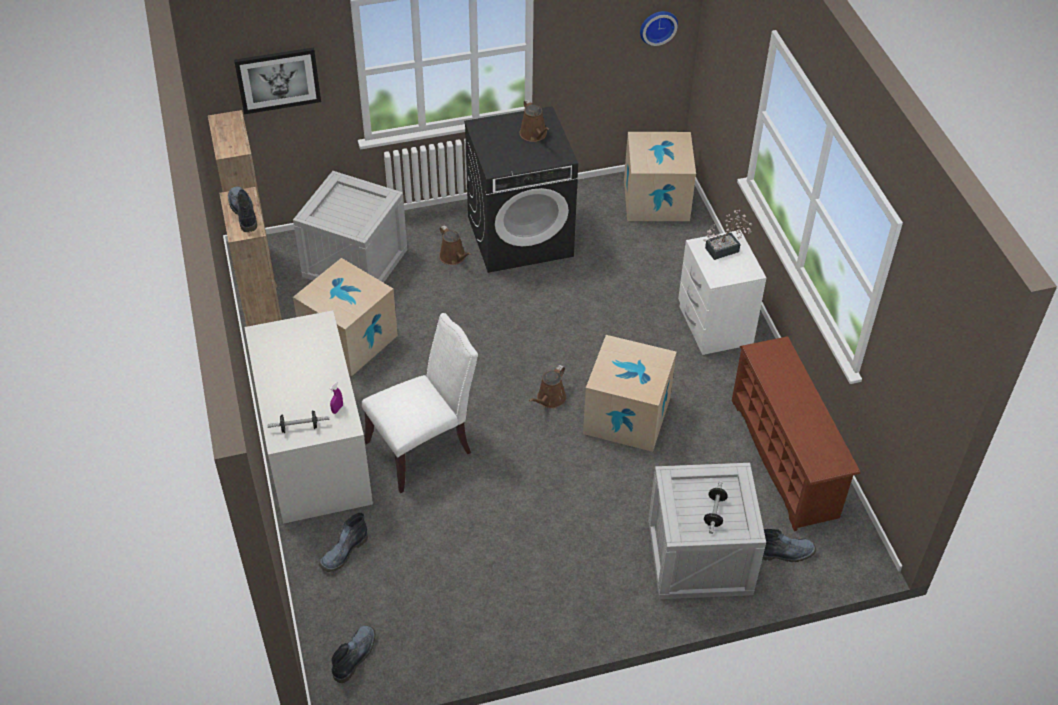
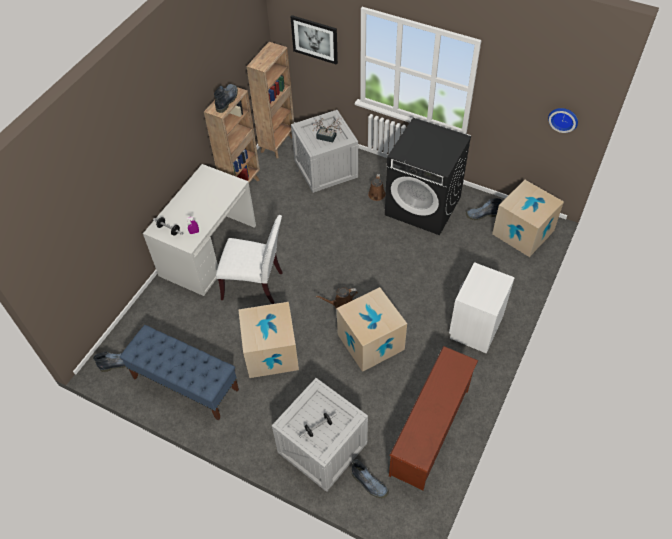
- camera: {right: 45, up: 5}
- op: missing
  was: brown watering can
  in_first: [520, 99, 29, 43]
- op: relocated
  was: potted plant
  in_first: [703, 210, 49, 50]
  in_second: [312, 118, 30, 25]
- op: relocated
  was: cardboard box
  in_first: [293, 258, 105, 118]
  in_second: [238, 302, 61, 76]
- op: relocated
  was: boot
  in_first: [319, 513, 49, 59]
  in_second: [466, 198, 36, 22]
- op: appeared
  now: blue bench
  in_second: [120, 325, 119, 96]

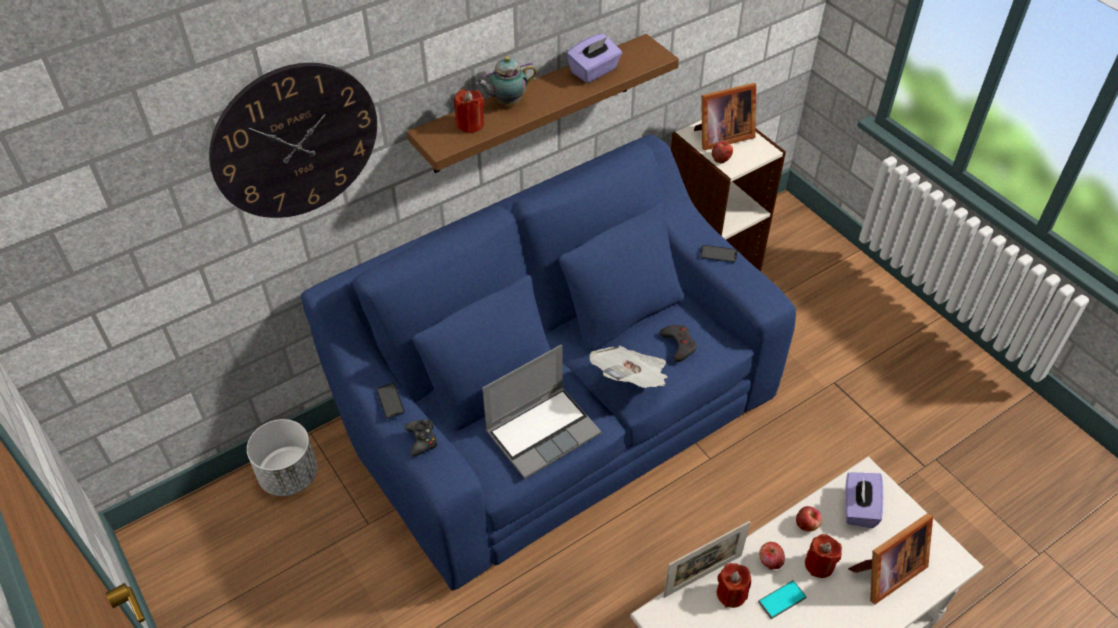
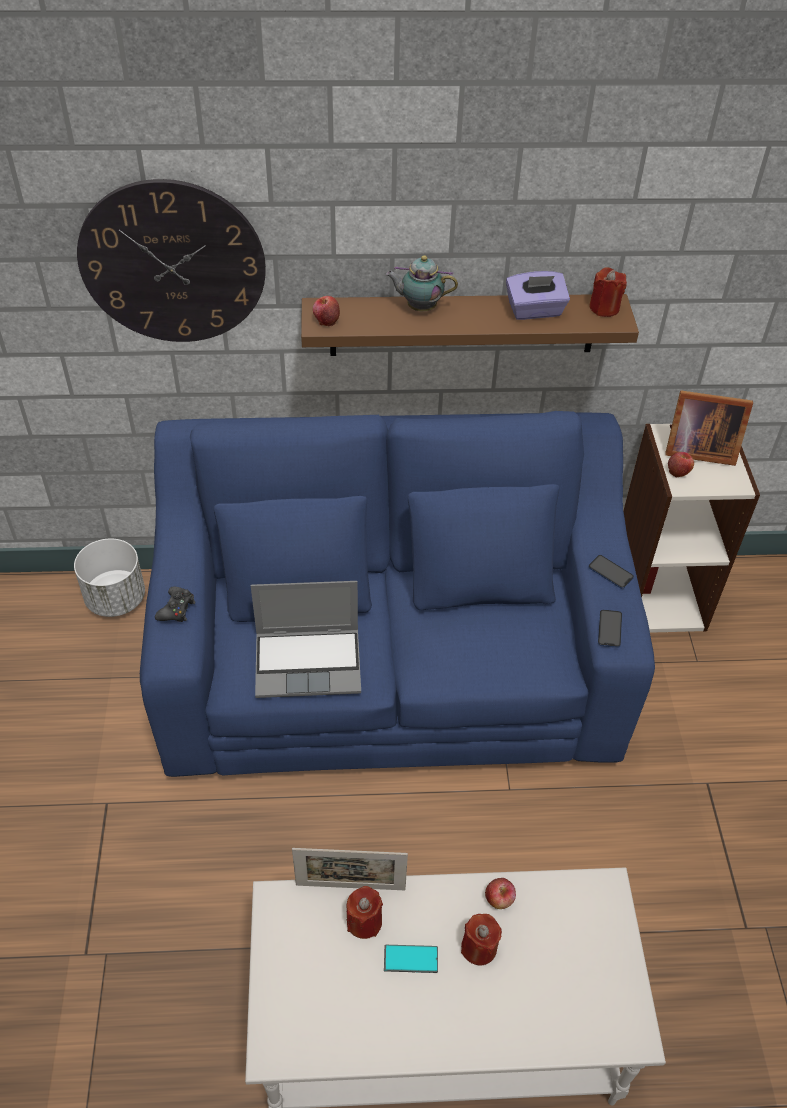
- camera: {right: 30, up: 0}
- op: relocated
  was: red candle
  in_first: [454, 89, 30, 44]
  in_second: [589, 267, 38, 50]
- op: missing
  was: grey game controller
  in_first: [660, 325, 37, 37]
- op: missing
  was: newspaper
  in_first: [590, 346, 78, 42]
- op: relocated
  was: phone
  in_first: [376, 383, 29, 36]
  in_second: [598, 610, 24, 38]
- op: missing
  was: purple tissue box
  in_first: [845, 472, 38, 56]
- op: missing
  was: picture frame
  in_first: [848, 513, 85, 91]
- op: relocated
  was: apple
  in_first: [759, 542, 26, 28]
  in_second: [313, 296, 27, 30]

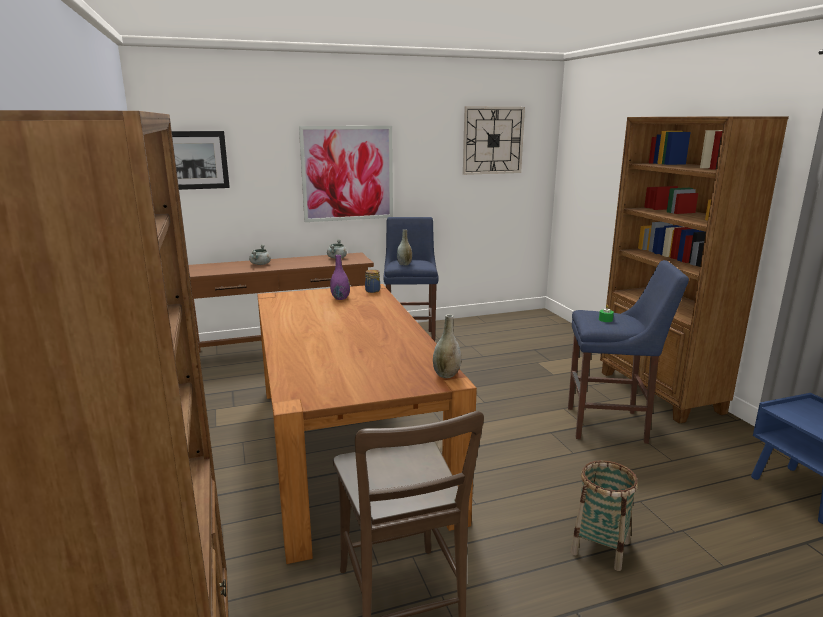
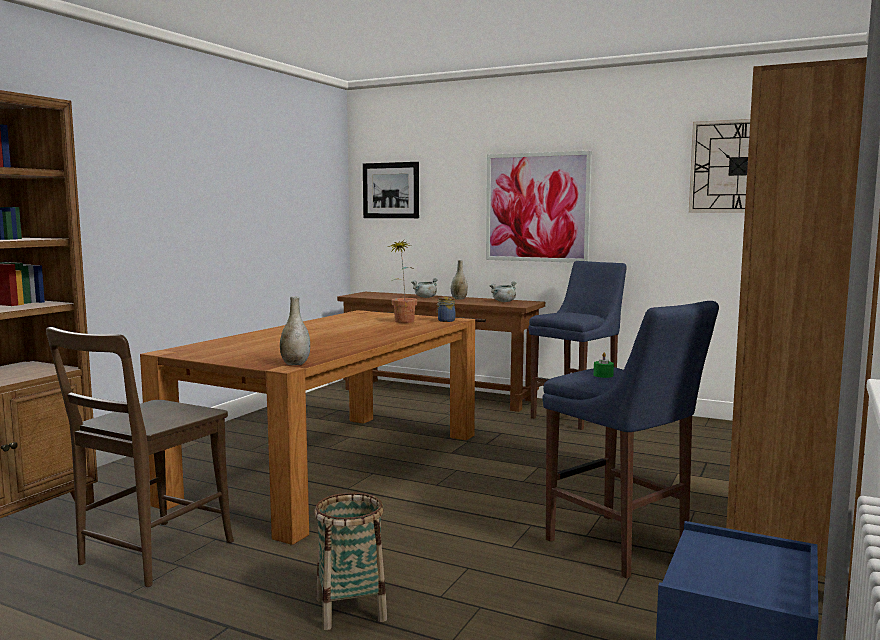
- camera: {right: 45, up: -10}
- op: relocated
  was: grey vase
  in_first: [397, 229, 15, 36]
  in_second: [451, 260, 17, 40]
- op: exchanged
  was: purple vase
  now: potted plant
  in_first: [330, 255, 20, 45]
  in_second: [389, 240, 28, 83]

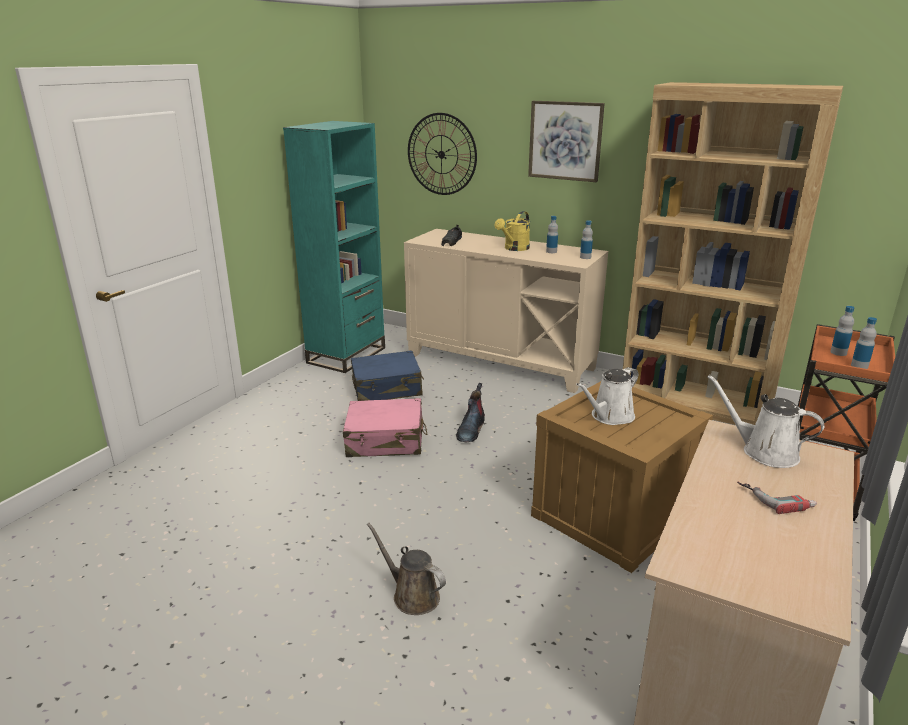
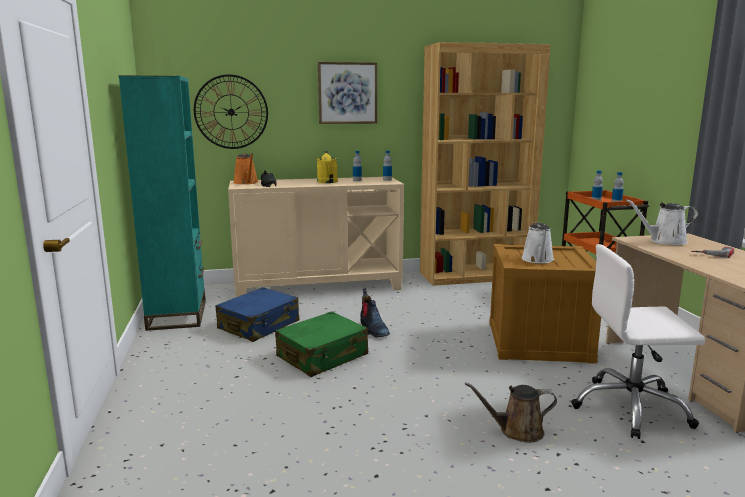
- camera: {right: -40, up: -10}
- op: colour
  was: pink suitcase
  now: green suitcase
  in_first: [343, 398, 84, 59]
  in_second: [275, 311, 93, 66]
- op: appeared
  now: orange watering can
  in_second: [233, 153, 25, 31]
- op: appeared
  now: white office chair
  in_second: [571, 244, 134, 195]

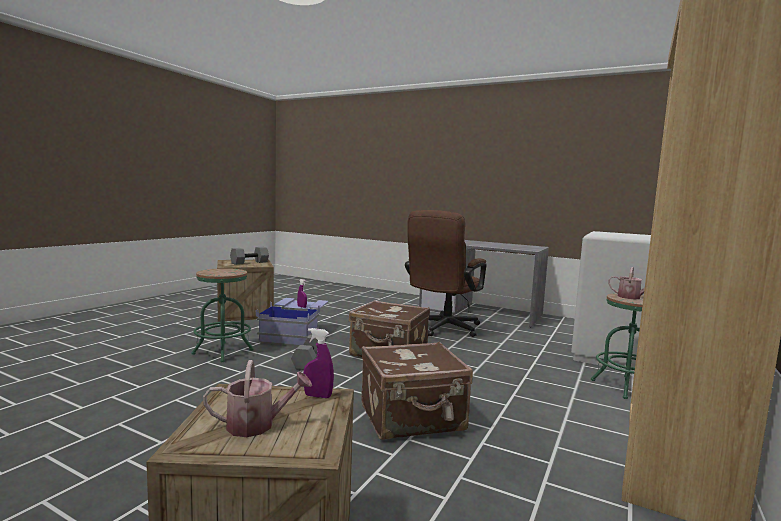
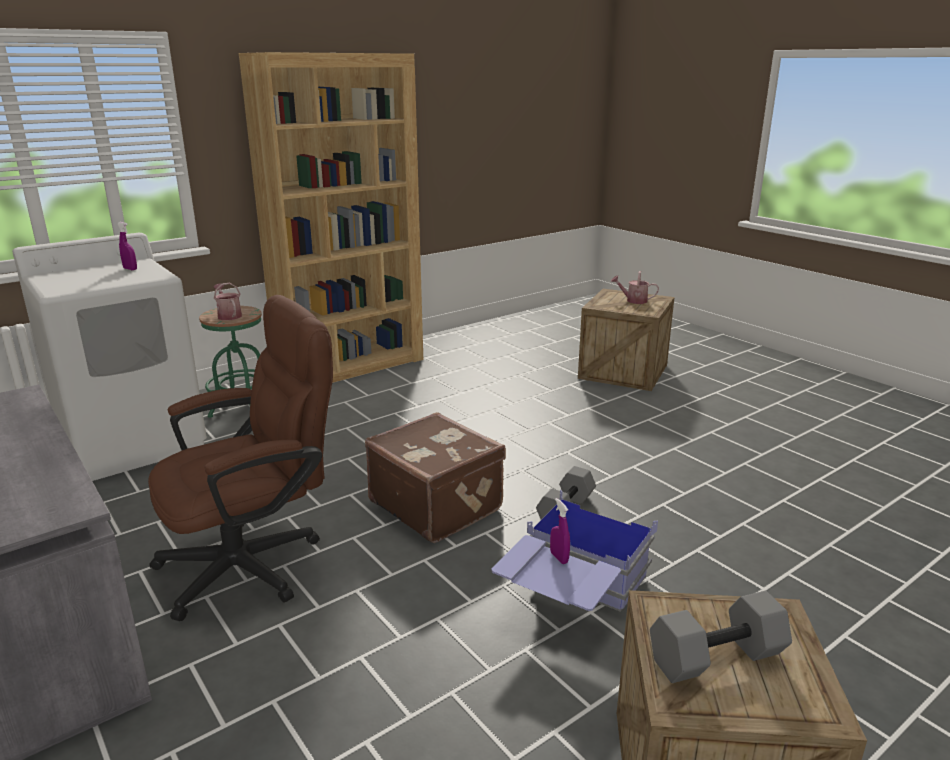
- camera: {right: -155, up: 15}
- op: missing
  was: green stool
  in_first: [191, 268, 63, 94]
- op: relocated
  was: purple spray bottle
  in_first: [303, 328, 31, 70]
  in_second: [118, 222, 19, 48]
- op: missing
  was: brown suitcase
  in_first: [362, 342, 111, 98]

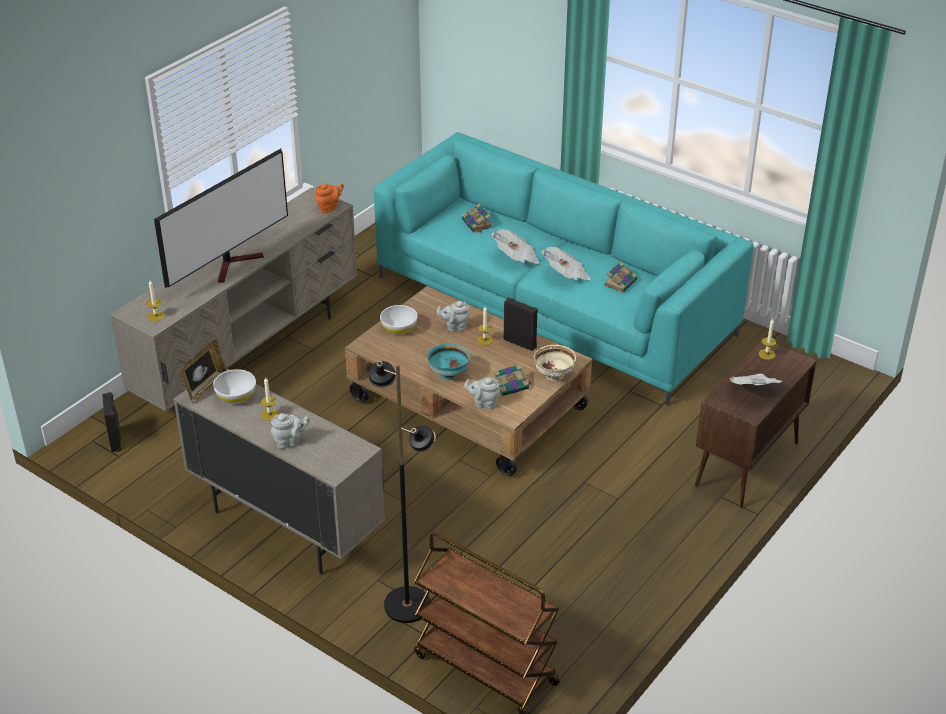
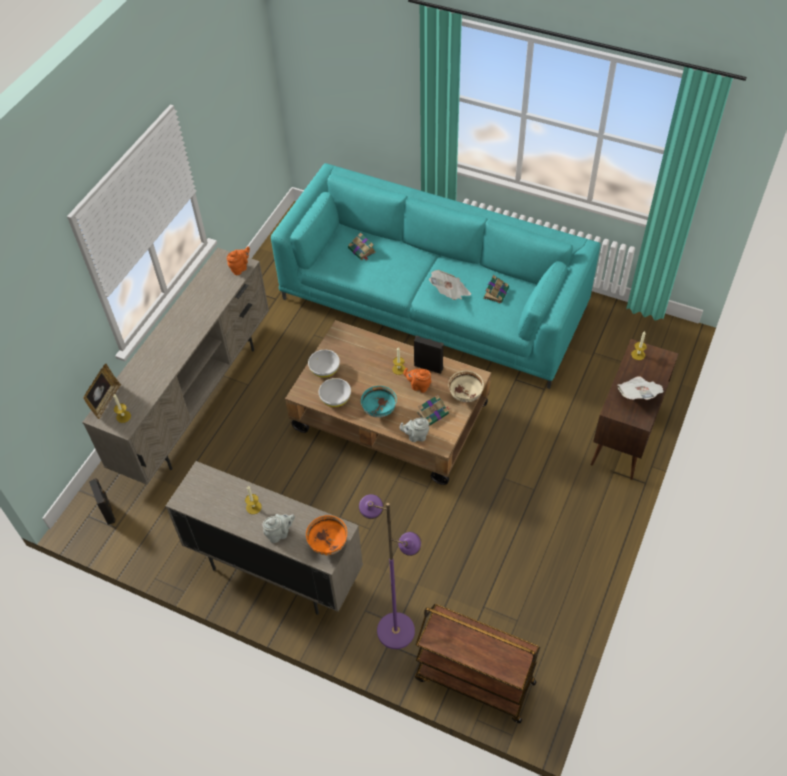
- camera: {right: -10, up: 15}
- op: missing
  was: television
  in_first: [154, 149, 134, 139]
- op: missing
  was: newspaper
  in_first: [492, 229, 47, 35]
- op: missing
  was: grey teapot
  in_first: [437, 301, 33, 31]
- op: relocated
  was: picture frame
  in_first: [181, 340, 46, 63]
  in_second: [83, 364, 38, 55]
- op: colour
  was: black floor lamp
  now: purple floor lamp
  in_first: [368, 361, 68, 262]
  in_second: [359, 494, 63, 155]
- op: relocated
  was: white bowl
  in_first: [213, 369, 43, 35]
  in_second: [319, 378, 32, 29]
- op: appeared
  now: orange teapot
  in_second: [403, 368, 29, 25]
- op: appeared
  now: orange bowl
  in_second: [306, 515, 41, 40]

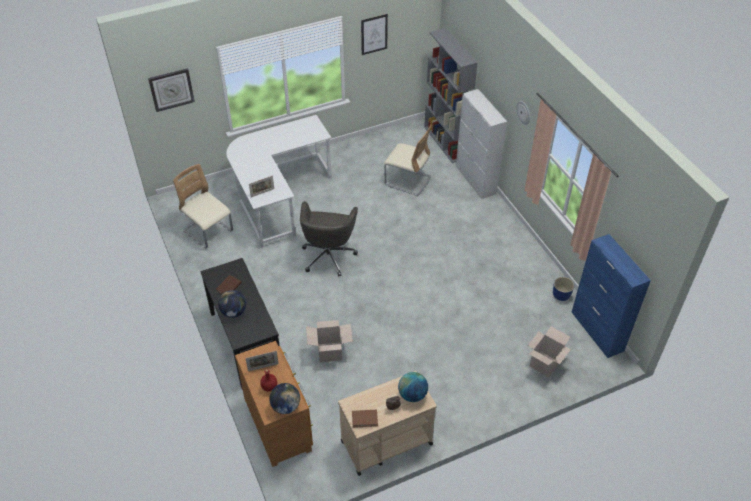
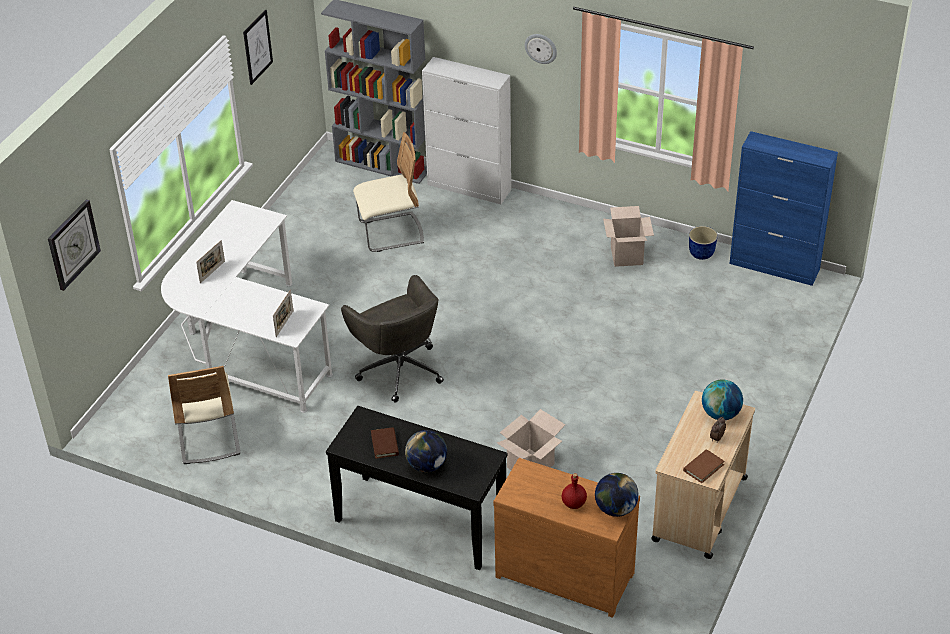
- camera: {right: -40, up: -5}
- op: spun
  was: beige chair
  in_first: [173, 164, 60, 85]
  in_second: [168, 366, 72, 98]
  clockwise: -105
- op: relocated
  was: cardboard box
  in_first: [528, 327, 43, 50]
  in_second: [603, 206, 51, 61]
- op: relocated
  was: picture frame
  in_first: [246, 351, 33, 20]
  in_second: [196, 240, 29, 43]

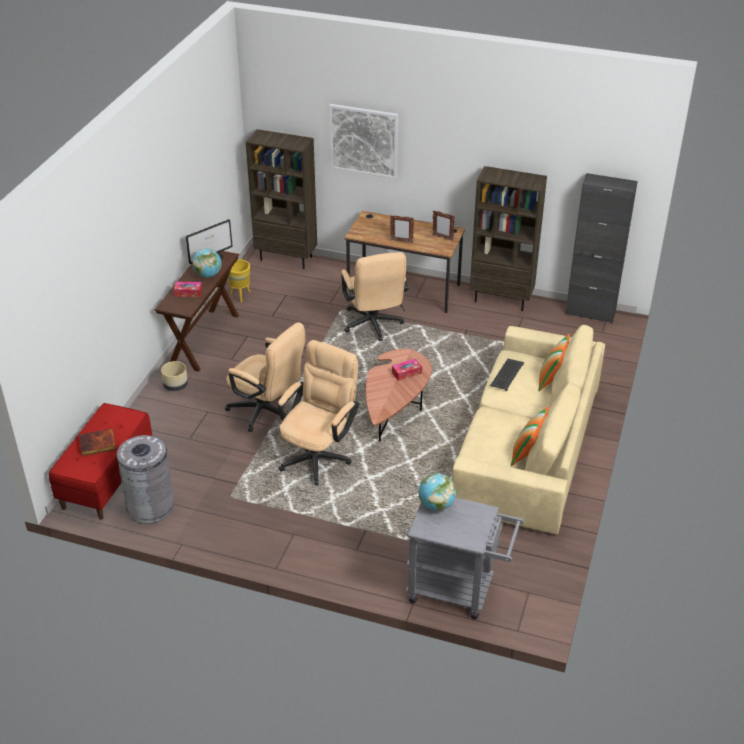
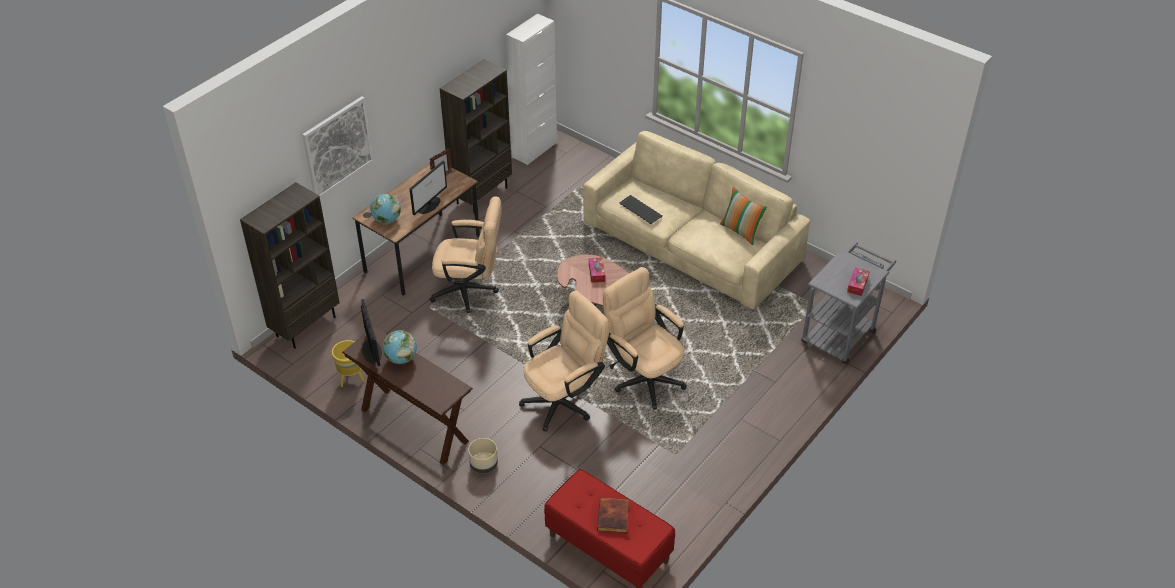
- camera: {right: -70, up: 5}
- op: colour
  was: black cabinet
  now: white cabinet
  in_first: [565, 173, 73, 150]
  in_second: [506, 14, 51, 151]
- op: exchanged
  was: picture frame
  now: monitor
  in_first: [390, 215, 24, 28]
  in_second: [410, 161, 37, 54]
- op: relocated
  was: tissue box
  in_first: [174, 282, 28, 15]
  in_second: [847, 268, 23, 28]
- op: missing
  was: pillow
  in_first: [538, 334, 32, 57]
- op: missing
  was: grey trash can
  in_first: [117, 435, 57, 89]
- op: relocated
  was: globe
  in_first: [418, 473, 38, 38]
  in_second: [370, 193, 31, 30]

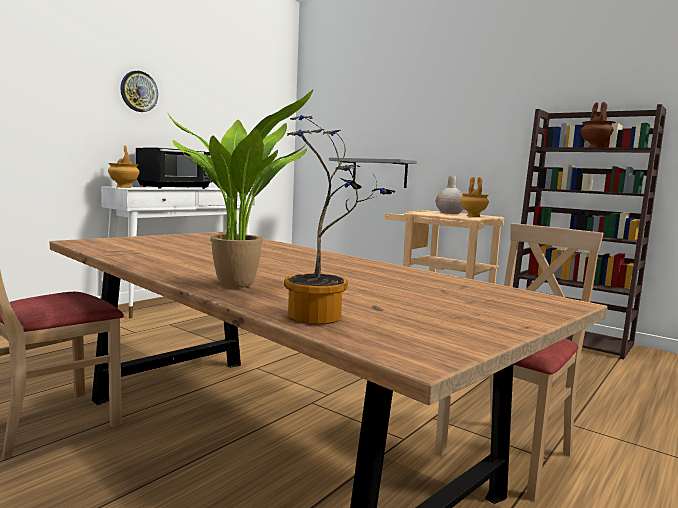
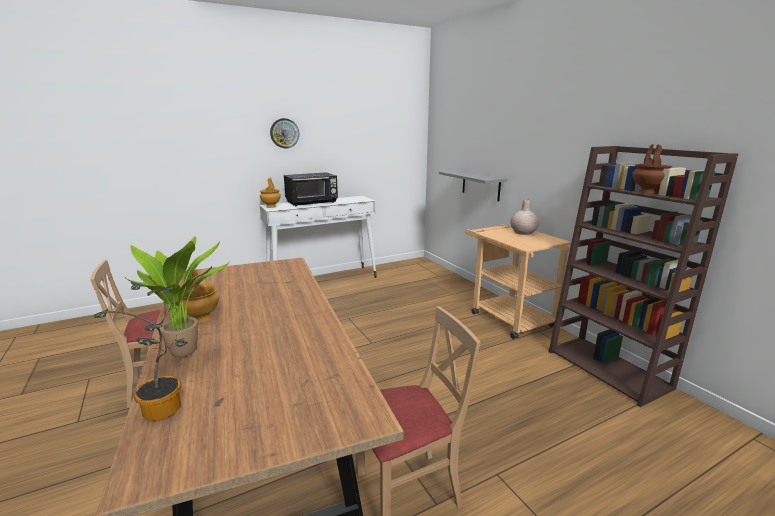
- camera: {right: 25, up: 10}
- op: relocated
  was: brown vase
  in_first: [461, 177, 28, 40]
  in_second: [178, 270, 41, 53]

